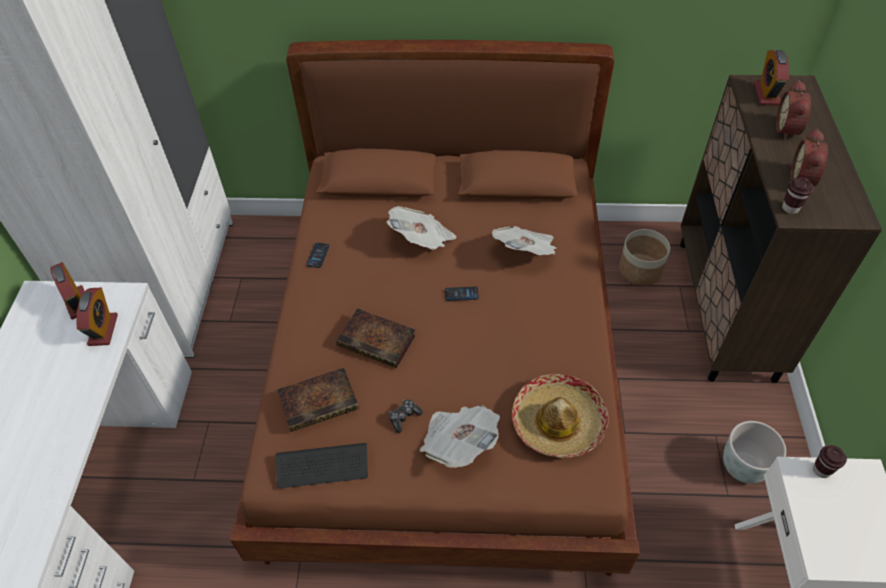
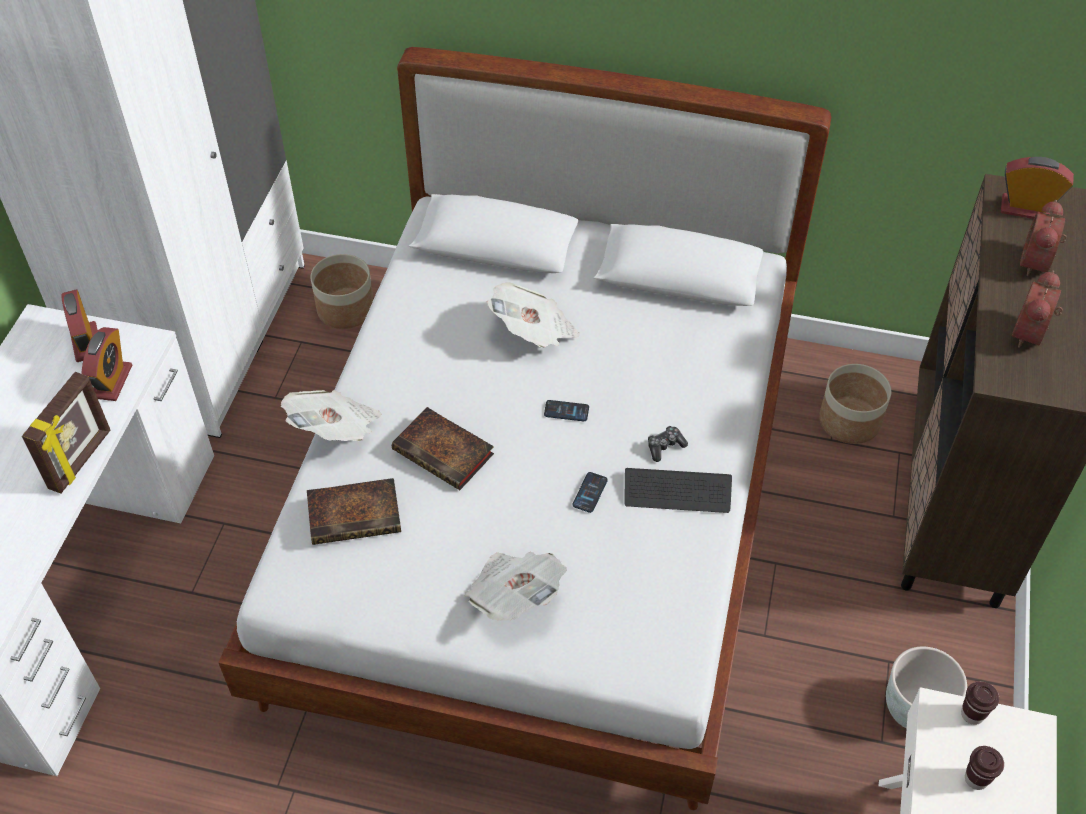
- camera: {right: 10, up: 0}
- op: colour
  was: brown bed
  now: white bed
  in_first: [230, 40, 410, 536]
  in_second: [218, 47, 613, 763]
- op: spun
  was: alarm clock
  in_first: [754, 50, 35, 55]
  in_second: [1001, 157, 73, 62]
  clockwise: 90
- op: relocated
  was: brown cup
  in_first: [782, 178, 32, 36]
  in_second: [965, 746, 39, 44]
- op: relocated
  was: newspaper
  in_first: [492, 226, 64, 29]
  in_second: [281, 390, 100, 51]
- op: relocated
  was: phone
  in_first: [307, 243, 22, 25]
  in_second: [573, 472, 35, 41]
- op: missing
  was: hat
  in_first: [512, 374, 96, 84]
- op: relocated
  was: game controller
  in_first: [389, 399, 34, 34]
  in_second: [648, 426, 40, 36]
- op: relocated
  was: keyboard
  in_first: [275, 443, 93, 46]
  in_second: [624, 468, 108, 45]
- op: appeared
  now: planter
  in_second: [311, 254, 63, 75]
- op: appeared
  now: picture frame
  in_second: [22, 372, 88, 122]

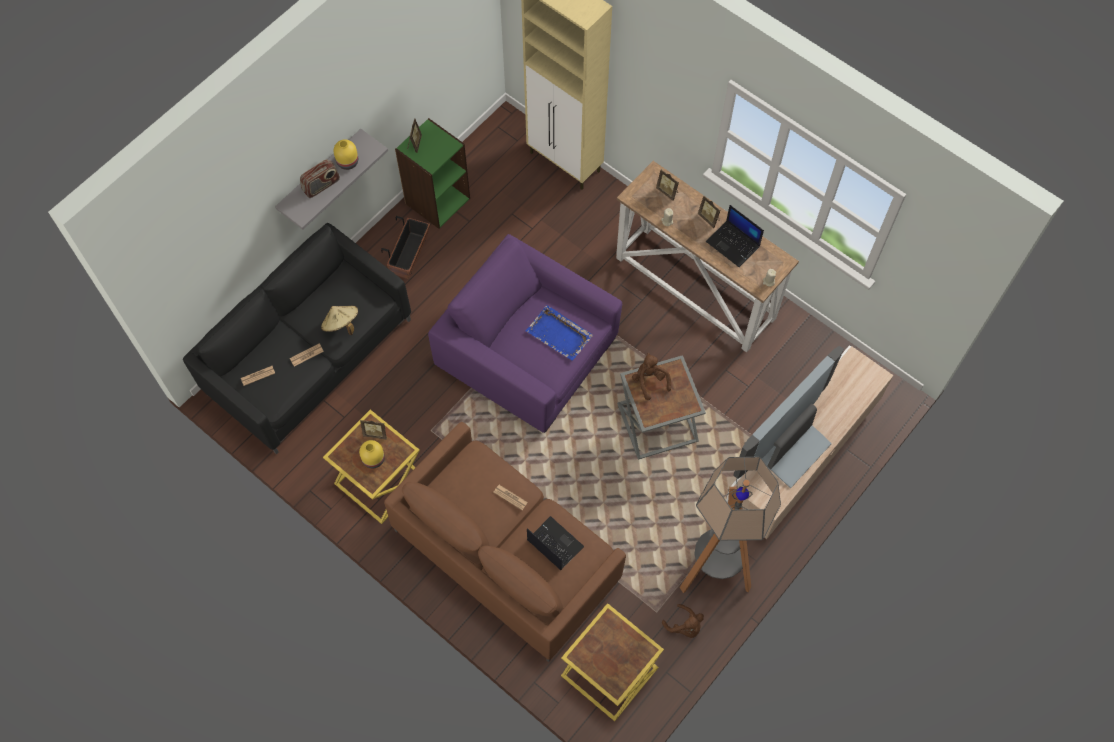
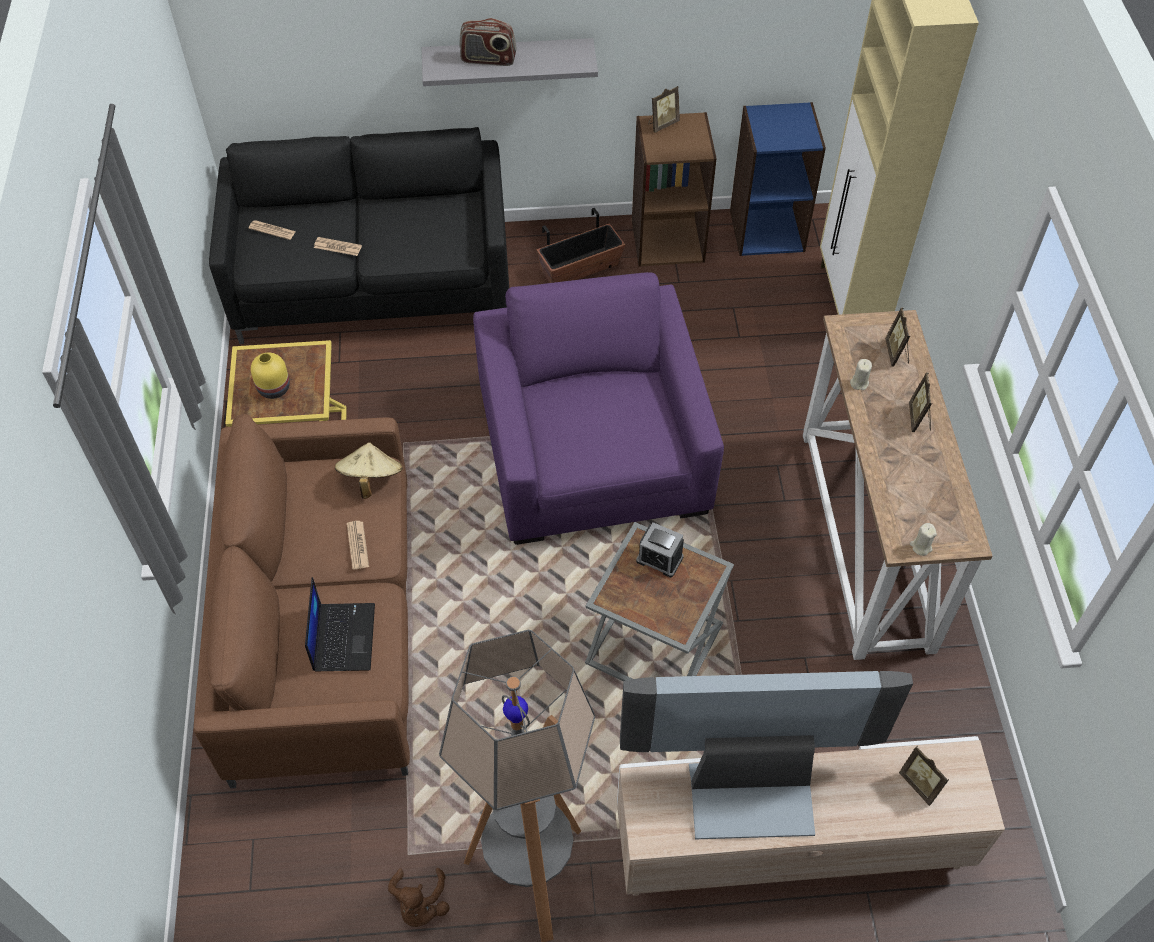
- camera: {right: 45, up: -10}
- op: colour
  was: green bookcase
  now: brown bookcase
  in_first: [395, 118, 75, 111]
  in_second: [632, 112, 85, 154]
- op: missing
  was: yellow vase
  in_first: [333, 139, 25, 31]
- op: missing
  was: laptop
  in_first: [706, 205, 58, 62]
- op: missing
  was: blue tray
  in_first: [526, 305, 67, 56]
- op: relocated
  was: beige hat
  in_first: [321, 306, 37, 29]
  in_second: [335, 442, 68, 57]
- op: exchanged
  was: brown plush toy
  now: alarm clock
  in_first: [632, 353, 39, 47]
  in_second: [636, 522, 48, 55]
- op: relocated
  was: picture frame
  in_first: [360, 420, 27, 20]
  in_second: [899, 746, 50, 60]
- op: missing
  was: yellow side table
  in_first: [561, 603, 103, 118]
- op: appeared
  now: blue bookcase
  in_second: [730, 102, 96, 154]

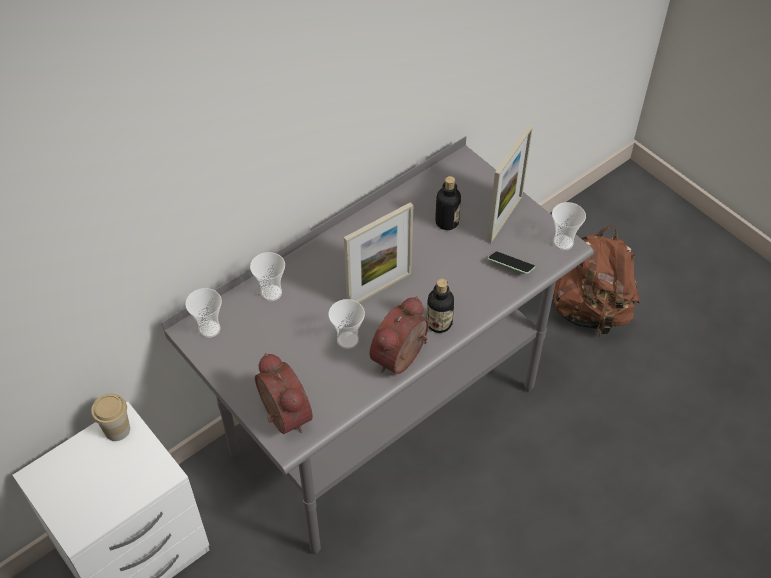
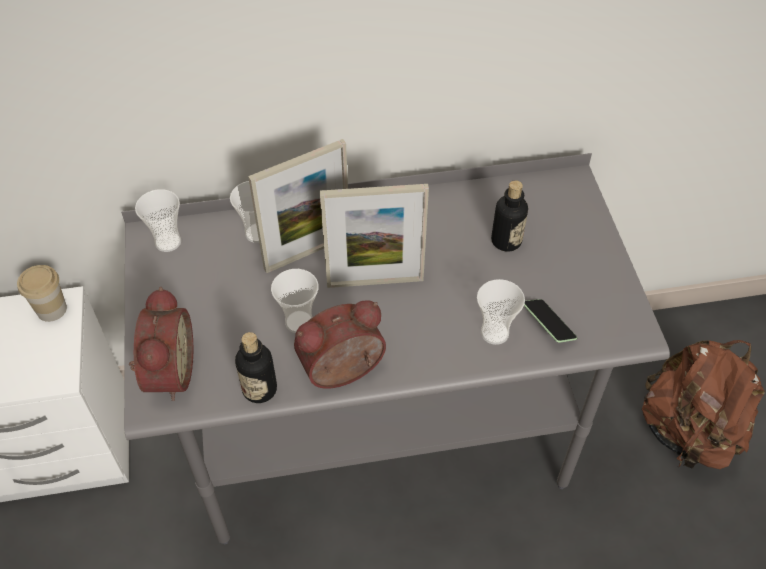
- camera: {right: 30, up: 0}
- op: relocated
  was: picture frame
  in_first: [487, 125, 46, 119]
  in_second: [248, 139, 100, 134]
- op: relocated
  was: cup
  in_first: [552, 202, 34, 48]
  in_second: [477, 279, 48, 66]
- op: relocated
  was: bottle
  in_first: [427, 279, 27, 54]
  in_second: [235, 332, 42, 71]

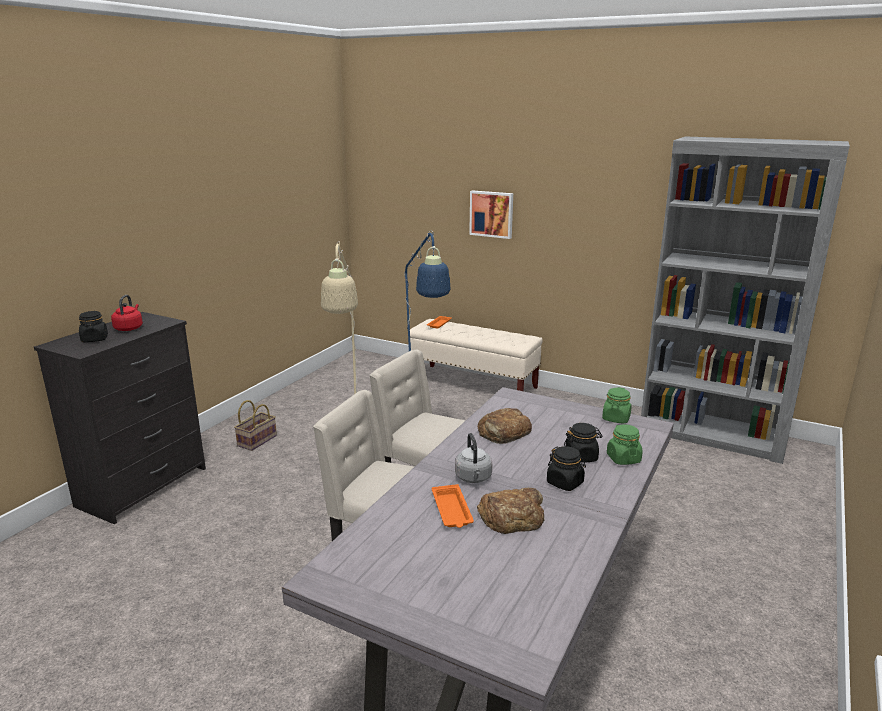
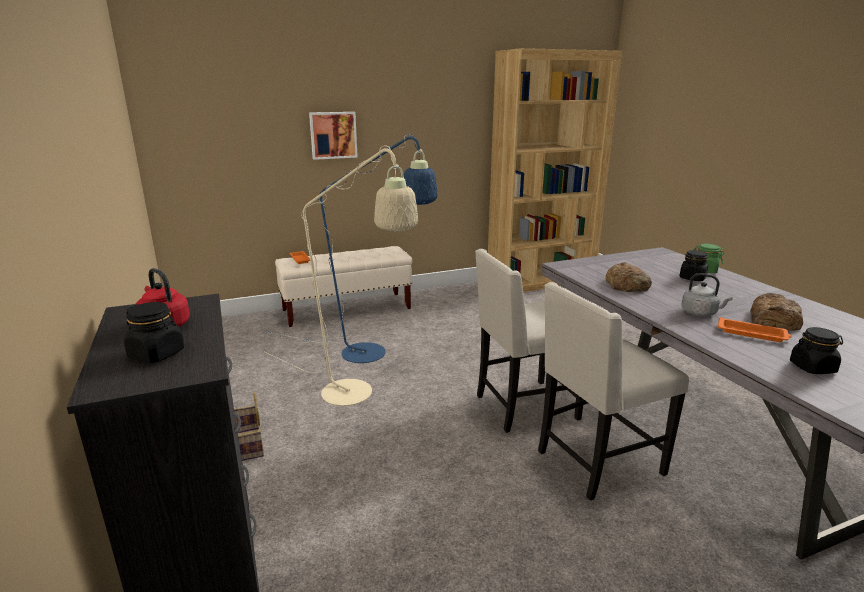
- camera: {right: -50, up: 0}
- op: colour
  was: grey bookcase
  now: brown bookcase
  in_first: [641, 137, 209, 327]
  in_second: [488, 48, 134, 244]
- op: missing
  was: green jar
  in_first: [602, 387, 30, 37]
- op: relocated
  was: black jar
  in_first: [547, 446, 39, 45]
  in_second: [790, 327, 53, 47]

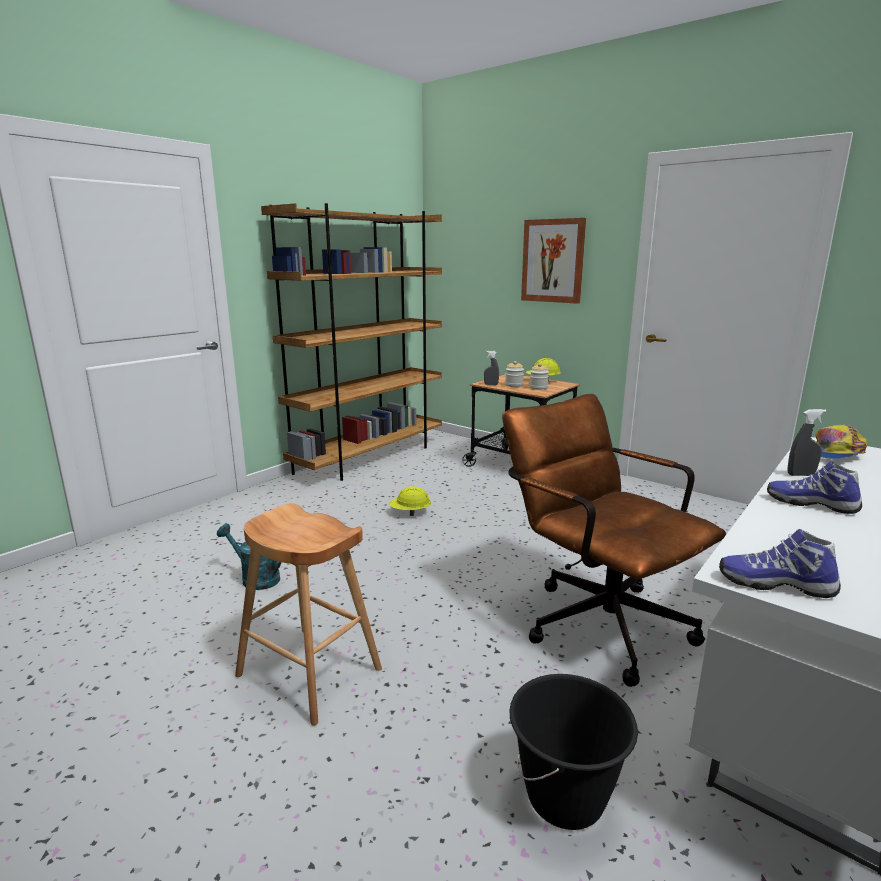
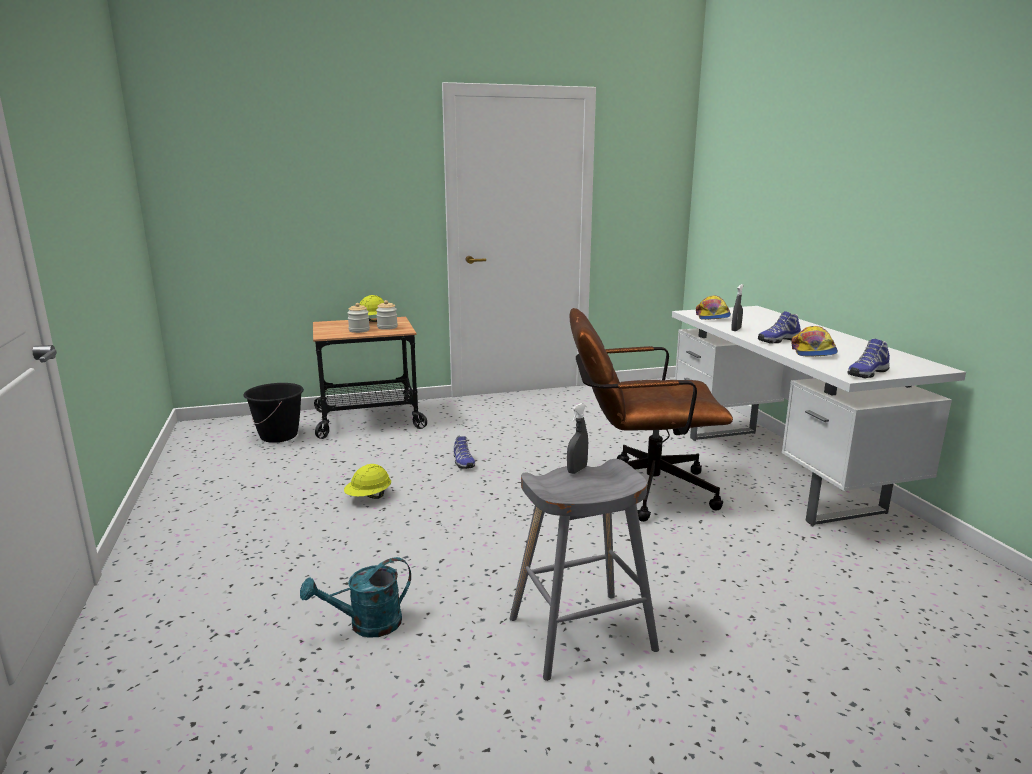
- camera: {right: -55, up: 0}
- op: missing
  was: brown bookcase
  in_first: [261, 203, 181, 278]
- op: missing
  was: picture
  in_first: [521, 218, 65, 86]
- op: relocated
  was: grey spray bottle
  in_first: [484, 351, 15, 34]
  in_second: [567, 403, 21, 71]
- op: colour
  was: brown stool
  now: grey stool
  in_first: [235, 503, 147, 223]
  in_second: [510, 459, 149, 222]
- op: relocated
  was: black bucket
  in_first: [509, 674, 129, 156]
  in_second: [244, 383, 60, 60]
- op: appeared
  now: cap
  in_second: [791, 326, 47, 31]
- op: appeared
  now: shoe
  in_second: [454, 435, 21, 34]

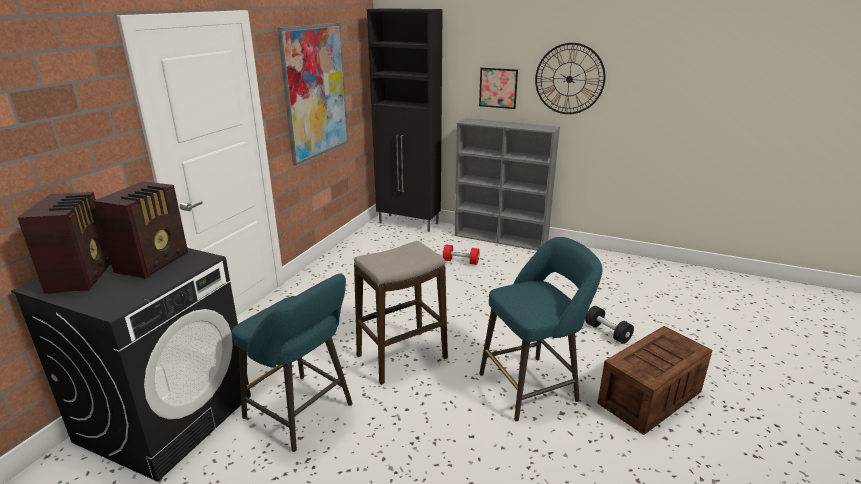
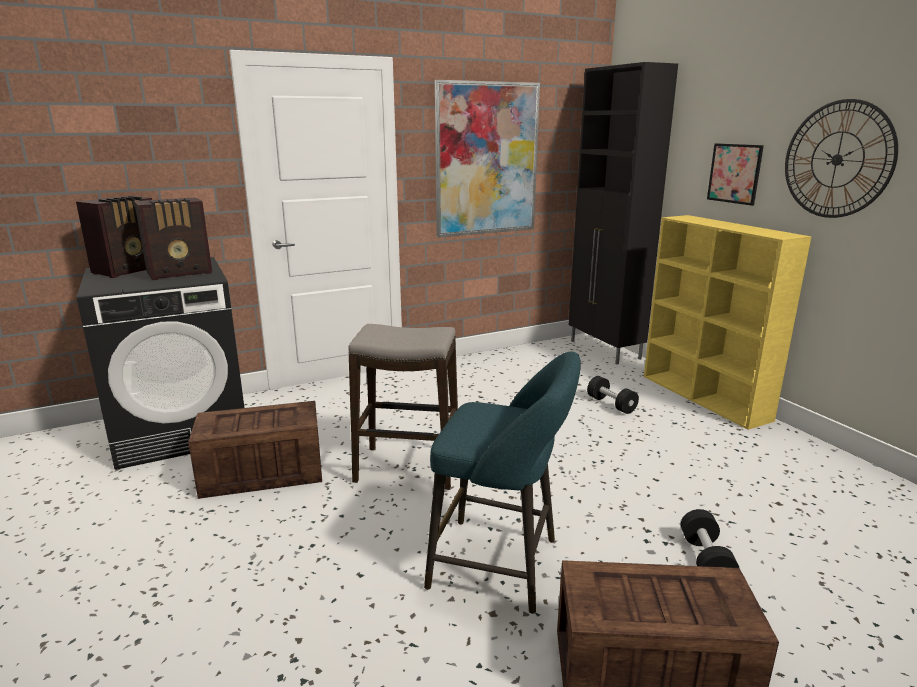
- camera: {right: 40, up: -5}
- op: colour
  was: grey bookcase
  now: yellow bookcase
  in_first: [455, 118, 105, 133]
  in_second: [644, 215, 168, 215]
- op: colour
  was: red dumbbell
  now: black dumbbell
  in_first: [443, 244, 36, 21]
  in_second: [587, 376, 52, 38]
- op: exchanged
  was: turquoise stool
  now: crate
  in_first: [232, 274, 121, 178]
  in_second: [188, 401, 134, 98]

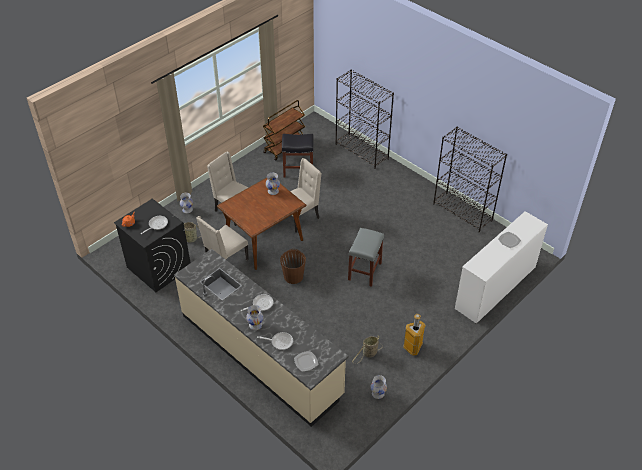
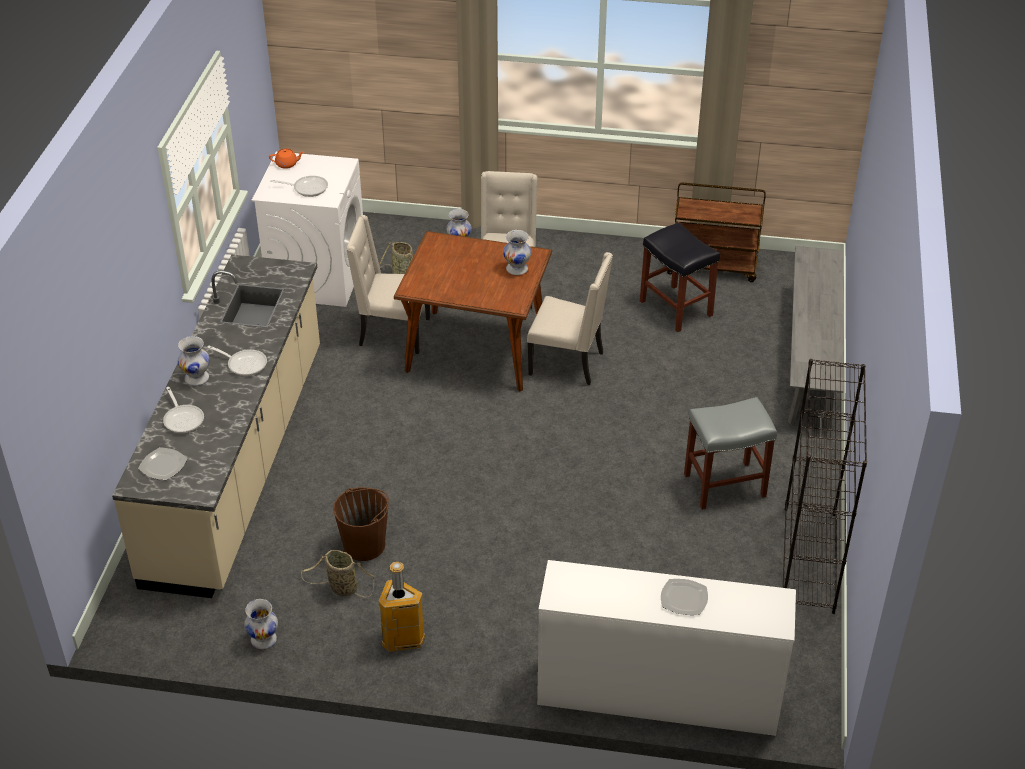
- camera: {right: 55, up: -5}
- op: exchanged
  was: black bookcase
  now: grey bench
  in_first: [335, 69, 59, 100]
  in_second: [788, 246, 56, 182]
- op: colour
  was: black washing machine
  now: white washing machine
  in_first: [114, 199, 76, 93]
  in_second: [252, 151, 111, 156]
- op: relocated
  was: grey stool
  in_first: [348, 228, 36, 59]
  in_second: [684, 397, 93, 113]
- op: relocated
  was: brown bucket
  in_first: [280, 249, 26, 35]
  in_second: [333, 487, 56, 74]

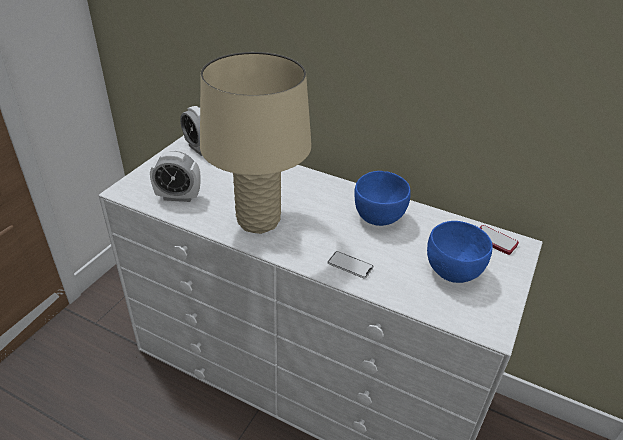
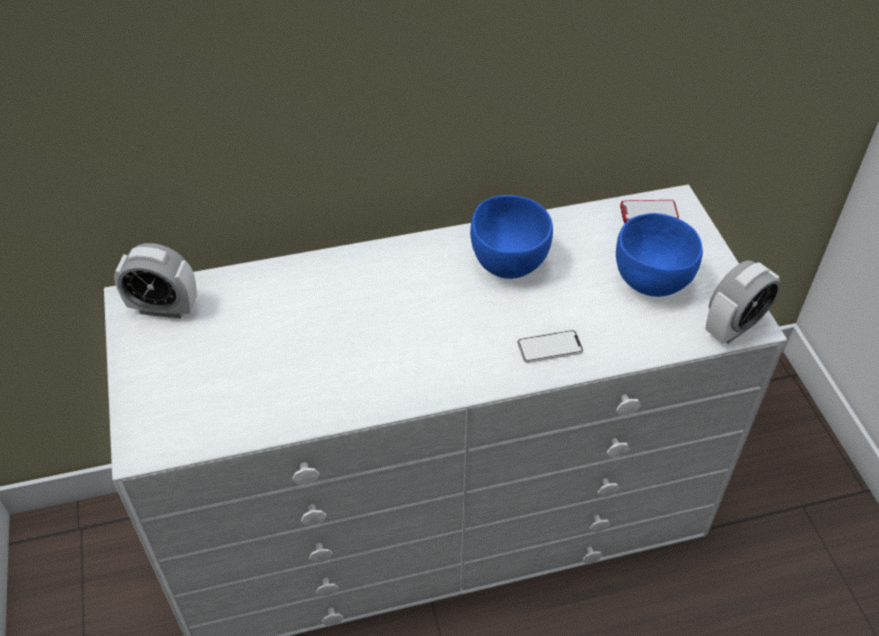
- camera: {right: -40, up: 10}
- op: missing
  was: beige table lamp
  in_first: [200, 52, 112, 182]
- op: relocated
  was: alarm clock
  in_first: [150, 151, 51, 51]
  in_second: [705, 260, 75, 84]

